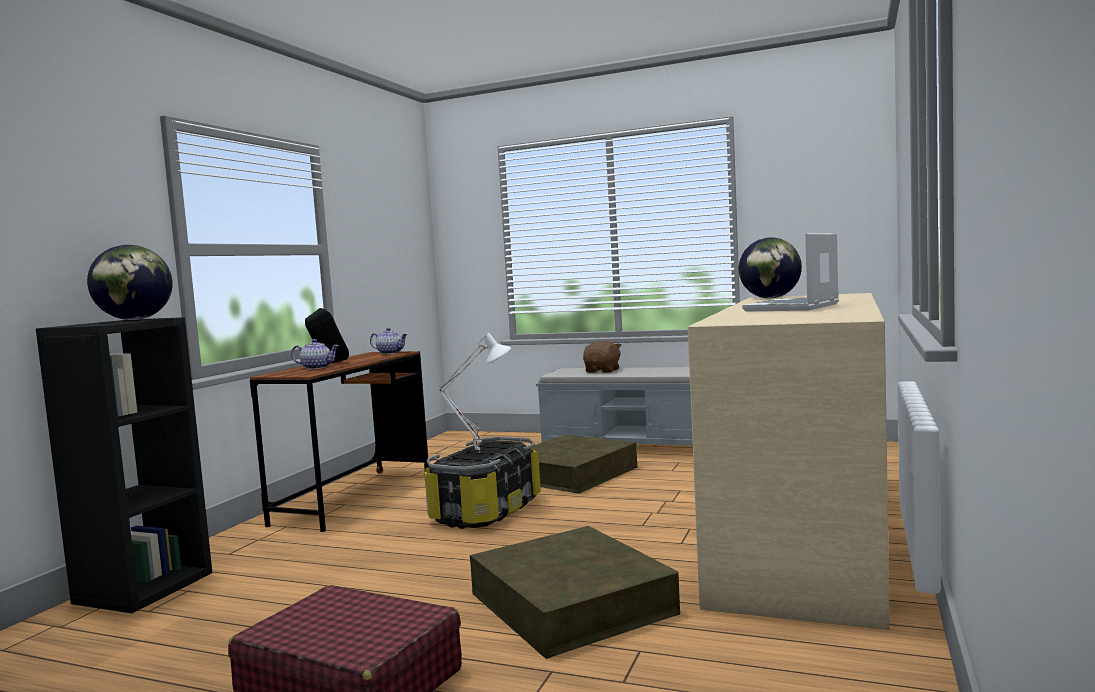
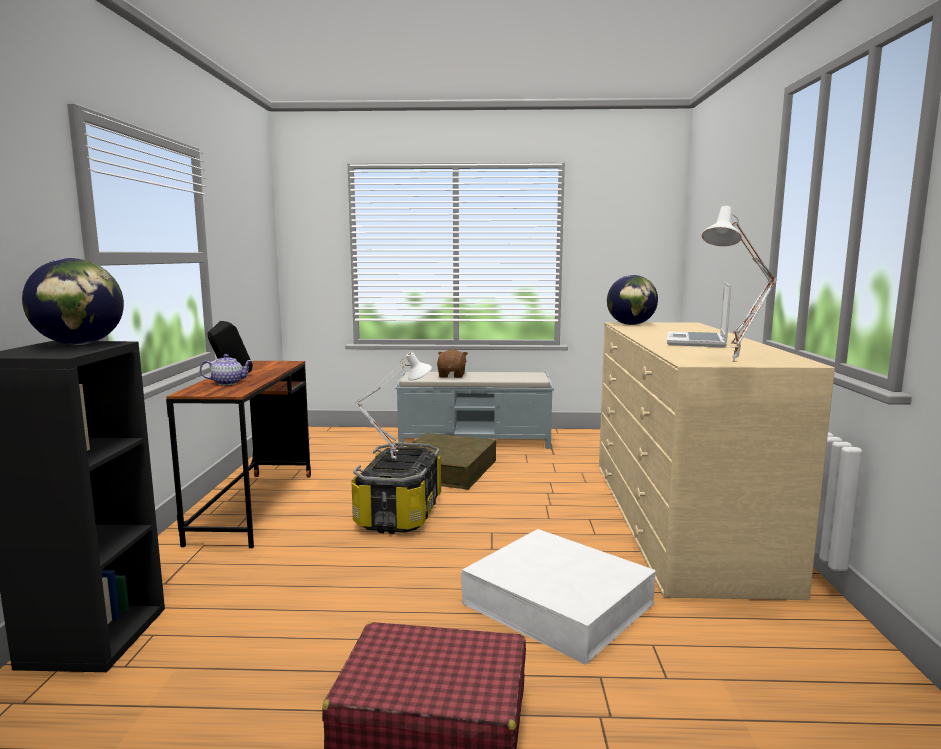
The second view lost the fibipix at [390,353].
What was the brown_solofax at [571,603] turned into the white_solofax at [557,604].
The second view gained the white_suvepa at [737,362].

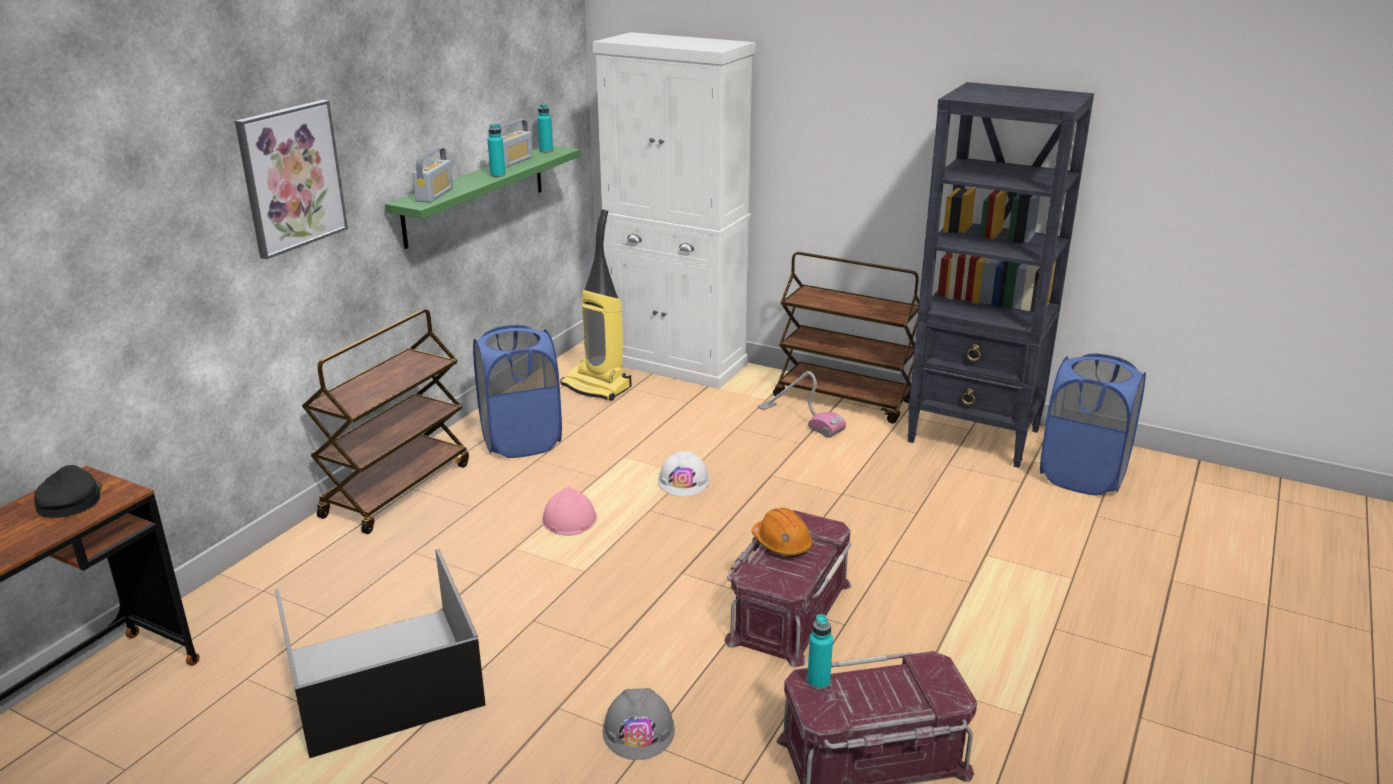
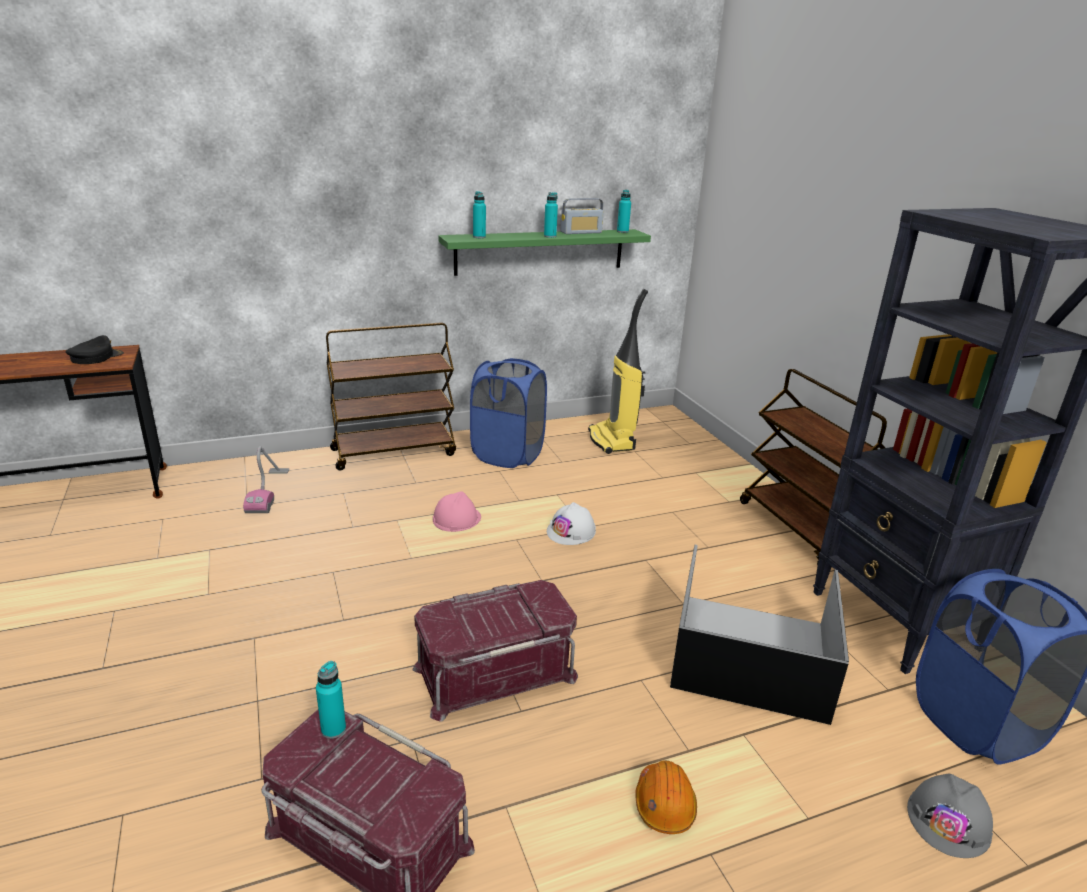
The second view lost the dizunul at [291,177].
The black_solofax ended up elsewhere, having gone from [386,677] to [753,655].
Where the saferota stood at [434,195], the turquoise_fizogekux came to stand at [479,237].
The second view lost the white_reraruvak at [677,363].
The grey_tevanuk ended up elsewhere, having gone from [639,730] to [948,821].
The orange_tevanuk ended up elsewhere, having gone from [781,543] to [664,804].
The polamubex ended up elsewhere, having gone from [800,420] to [268,491].

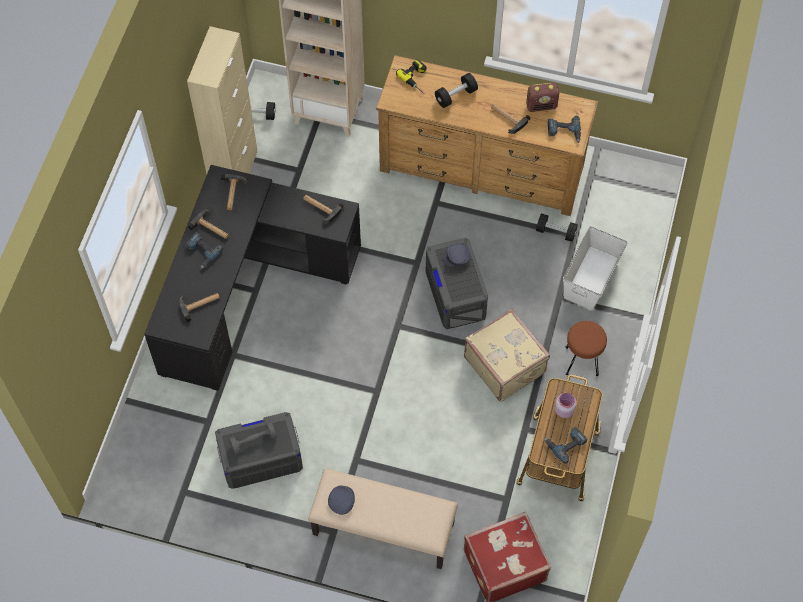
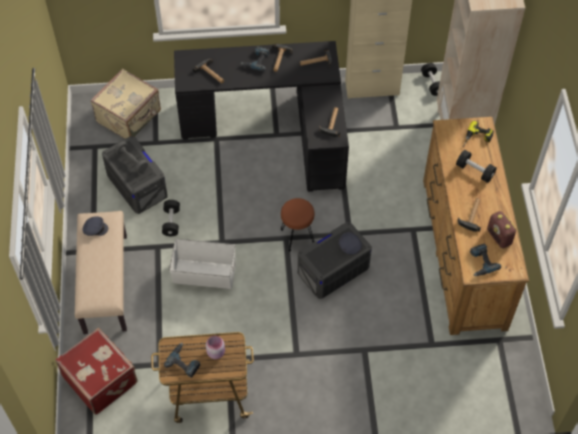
The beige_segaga ended up elsewhere, having gone from [505,364] to [130,117].
The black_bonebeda ended up elsewhere, having gone from [555,232] to [171,222].
The white_solofax ended up elsewhere, having gone from [591,277] to [204,274].
The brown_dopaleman ended up elsewhere, having gone from [581,361] to [297,236].

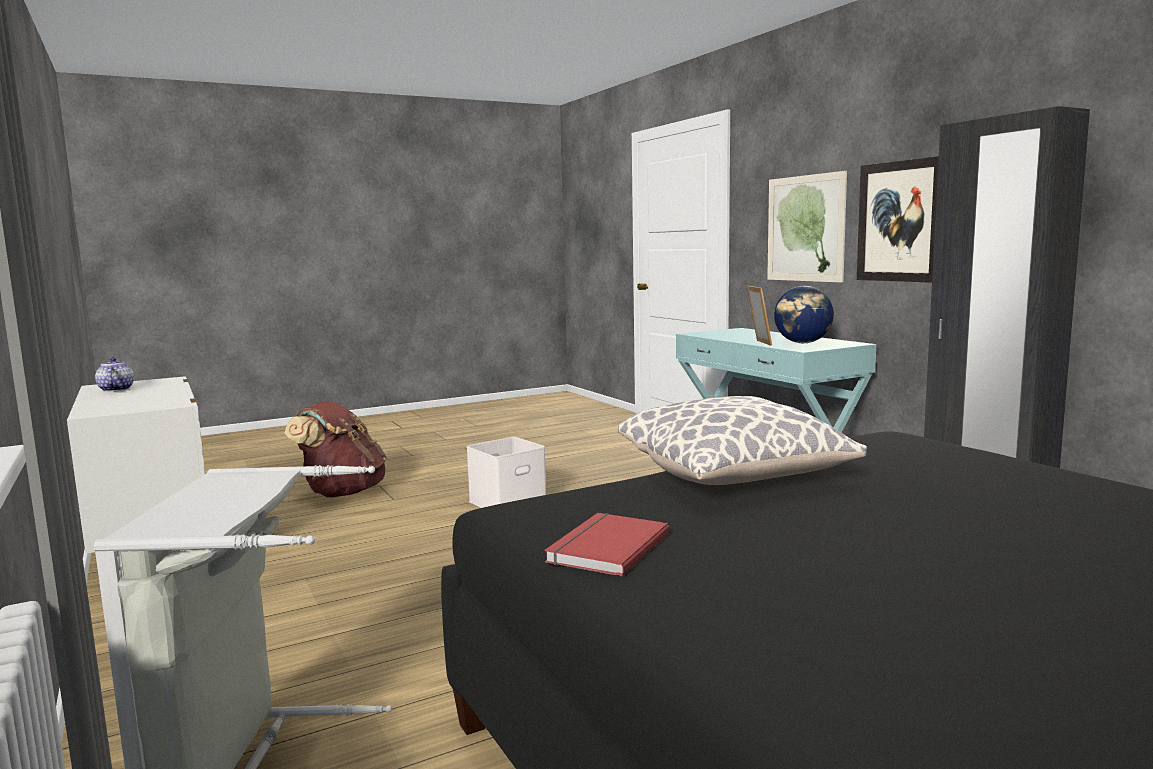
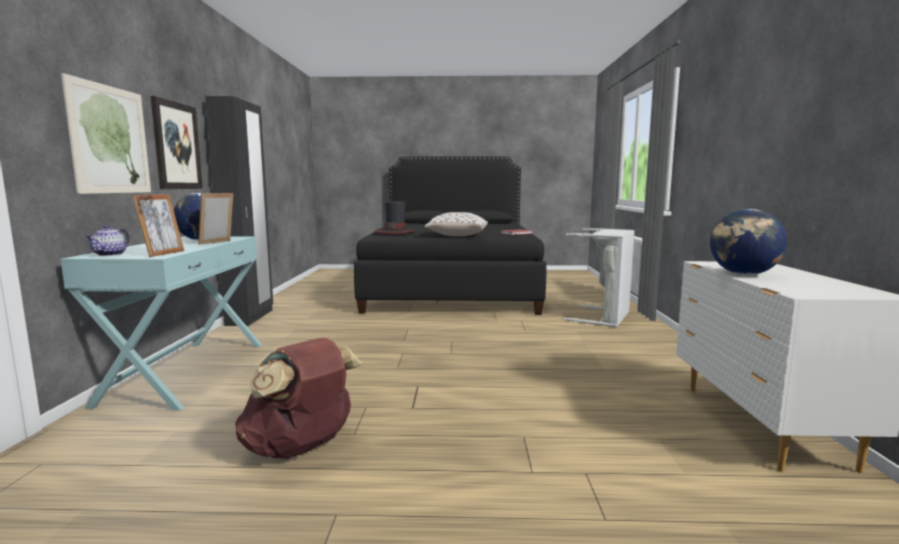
The fibipix ended up elsewhere, having gone from [116,389] to [110,254].
The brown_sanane ended up elsewhere, having gone from [342,493] to [301,448].
The second view lost the white_solofax at [508,501].
The second view gained the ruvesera at [162,254].
The second view gained the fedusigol at [395,232].
The second view gained the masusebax at [743,274].

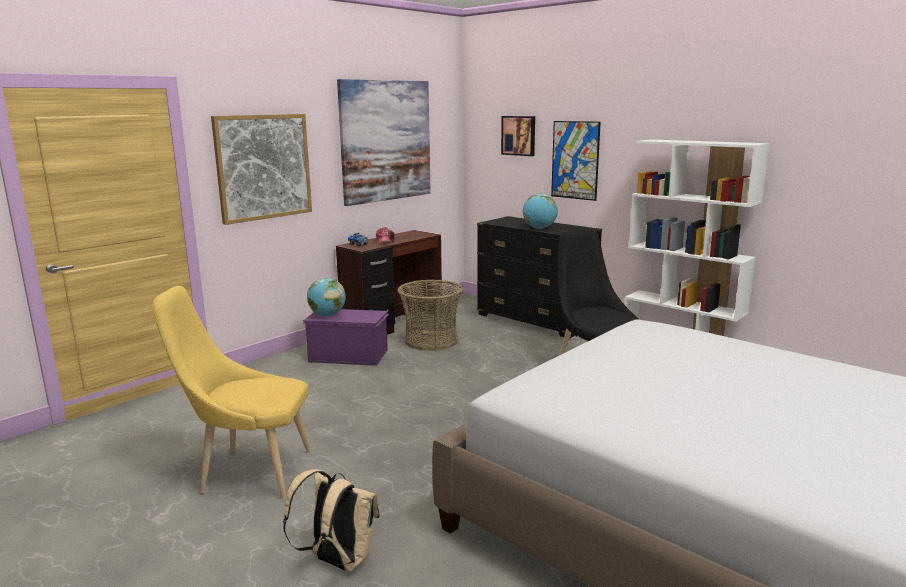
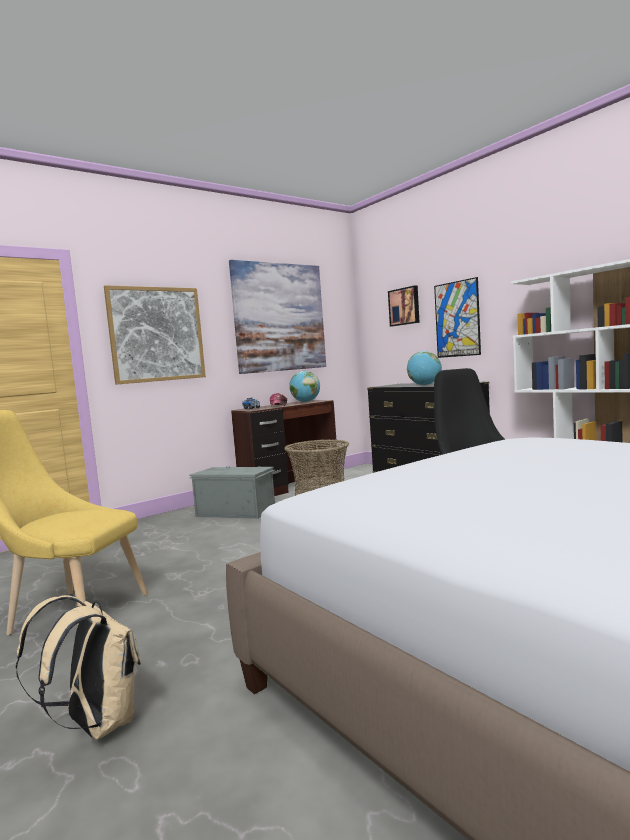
What was the purple_solofax at [348,355] turned into the grey_solofax at [236,511].
The masusebax ended up elsewhere, having gone from [327,315] to [305,402].

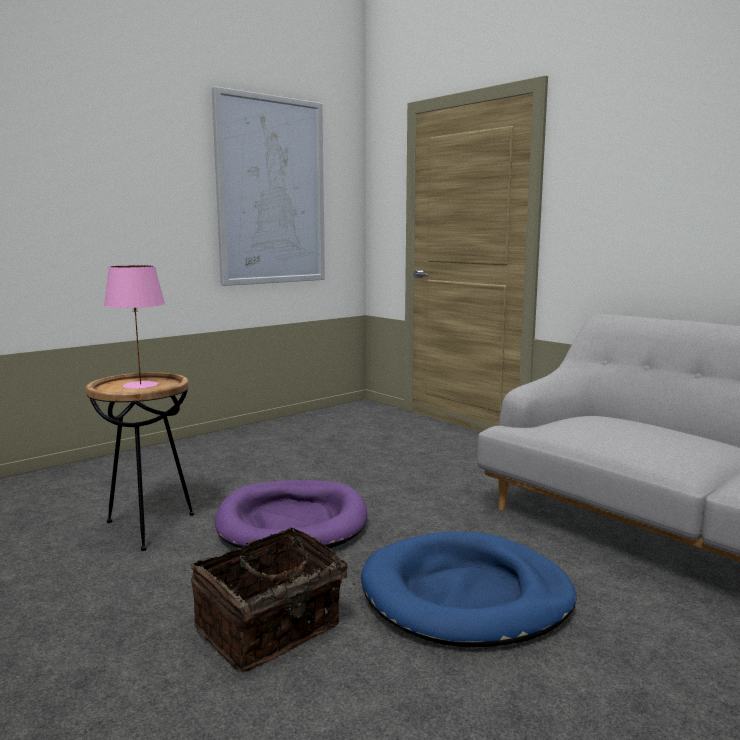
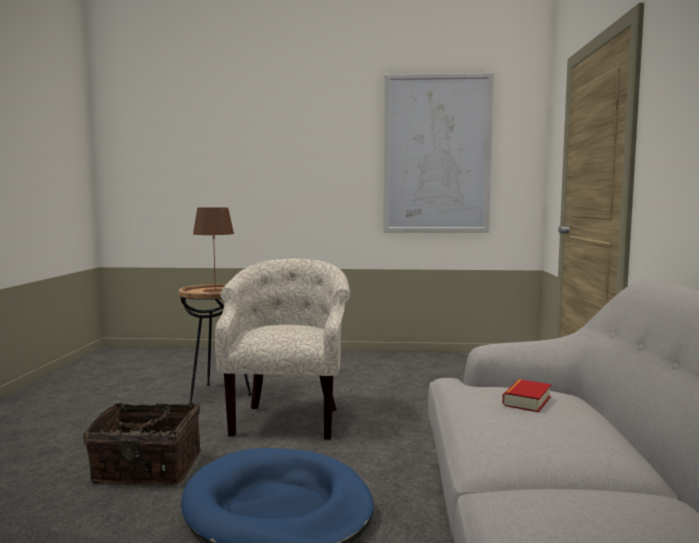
What was the pink_suvepa at [141,385] turned into the brown_suvepa at [215,290].
Where the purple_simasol stood at [292,522], the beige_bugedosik came to stand at [288,419].
The second view gained the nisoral at [526,401].

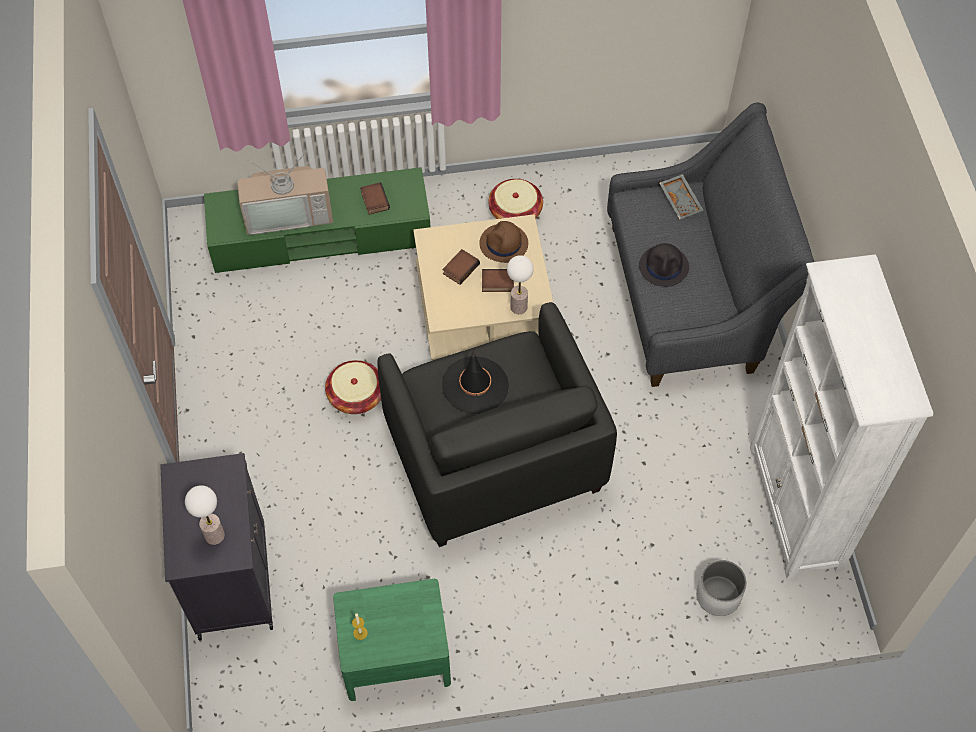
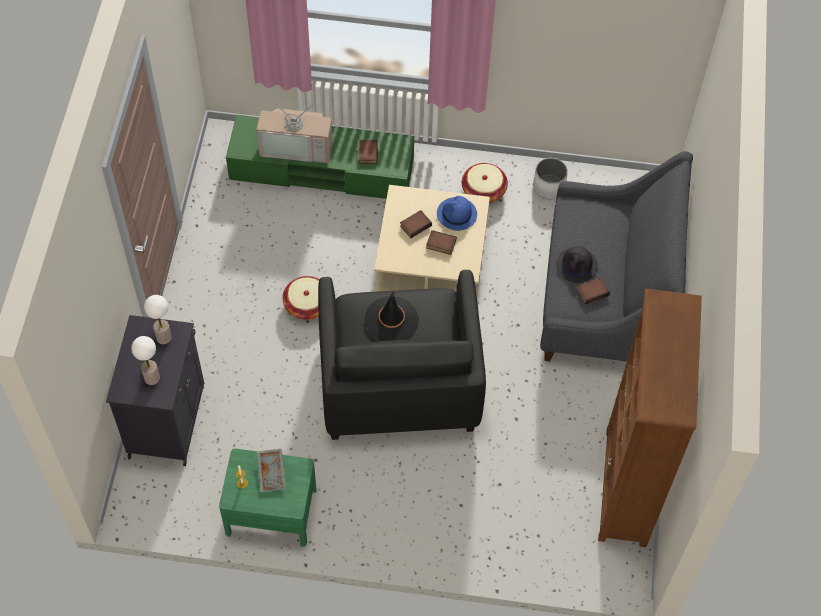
What was the brown_fedusigol at [504,244] turned into the blue_fedusigol at [456,214].
The suvepa ended up elsewhere, having gone from [519,307] to [164,338].
The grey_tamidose ended up elsewhere, having gone from [681,200] to [272,473].
The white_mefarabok ended up elsewhere, having gone from [718,595] to [549,187].
What was the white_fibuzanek at [795,508] turned into the brown_fibuzanek at [625,488].
The second view gained the nisoral at [592,291].

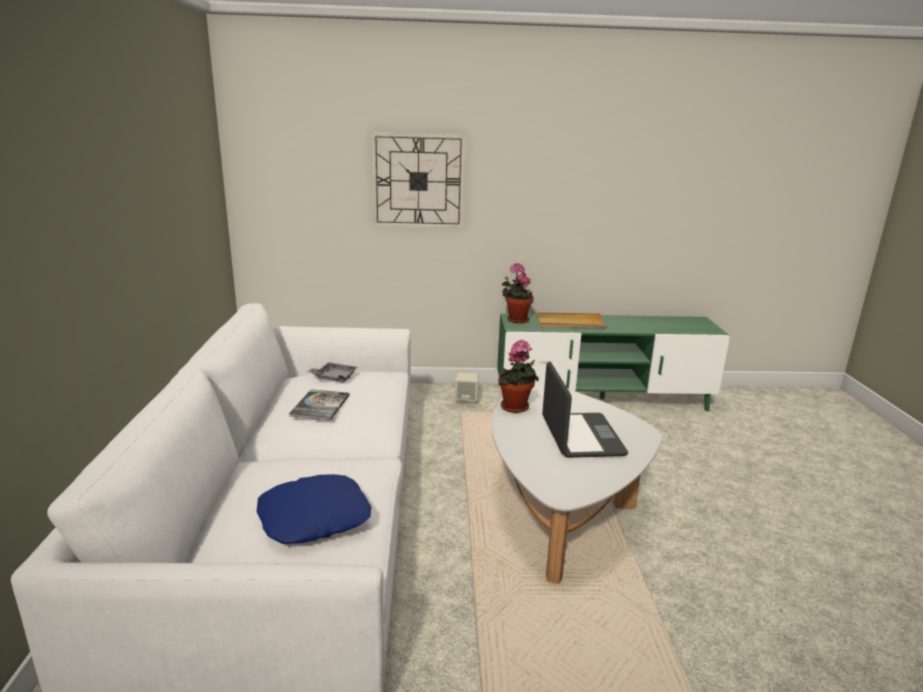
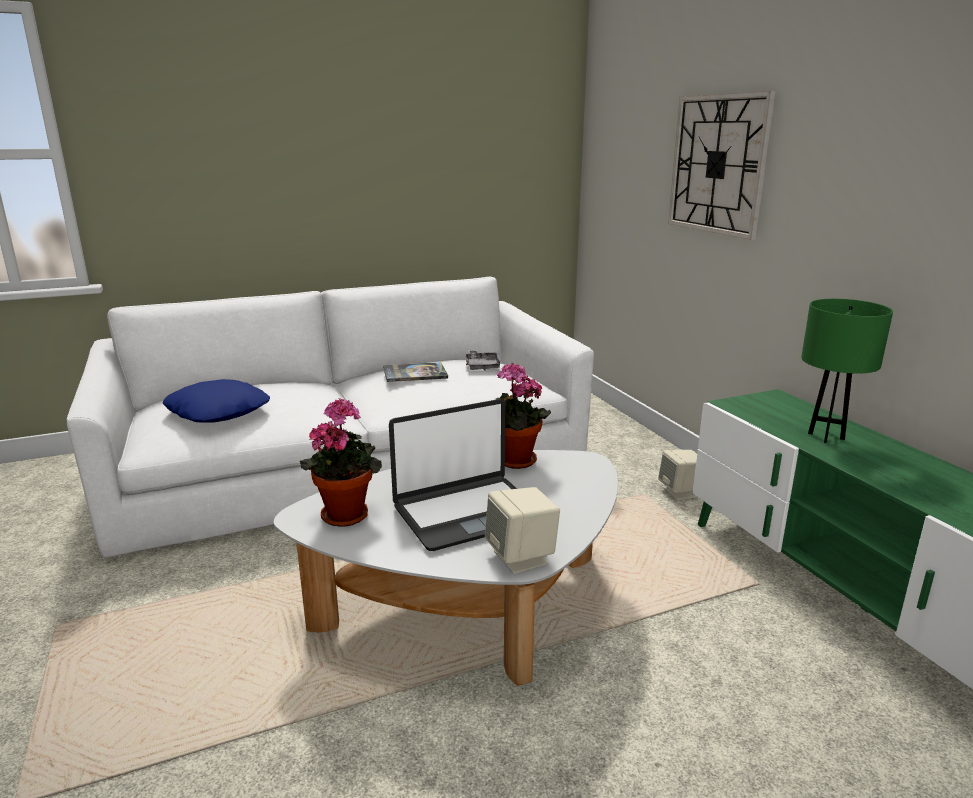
The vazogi ended up elsewhere, having gone from [516,319] to [346,513].
Where the beige_tamidose stood at [570,324], the green_suvepa came to stand at [825,436].
The second view gained the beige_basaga at [521,557].

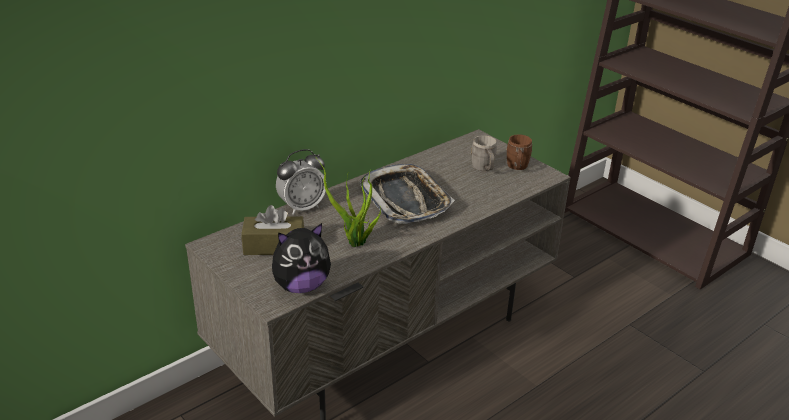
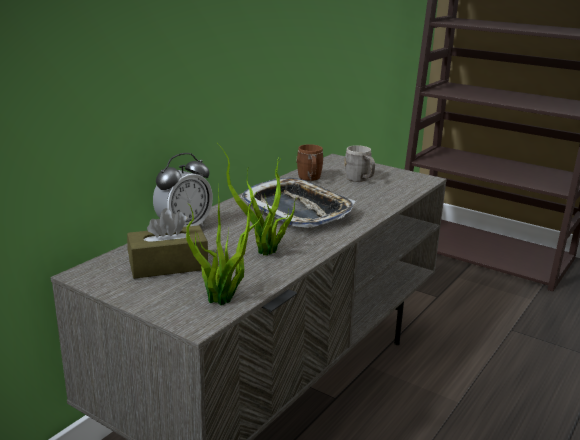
Where the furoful stood at [301,286], the vazogi came to stand at [223,300].
The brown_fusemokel ended up elsewhere, having gone from [517,168] to [310,179].

